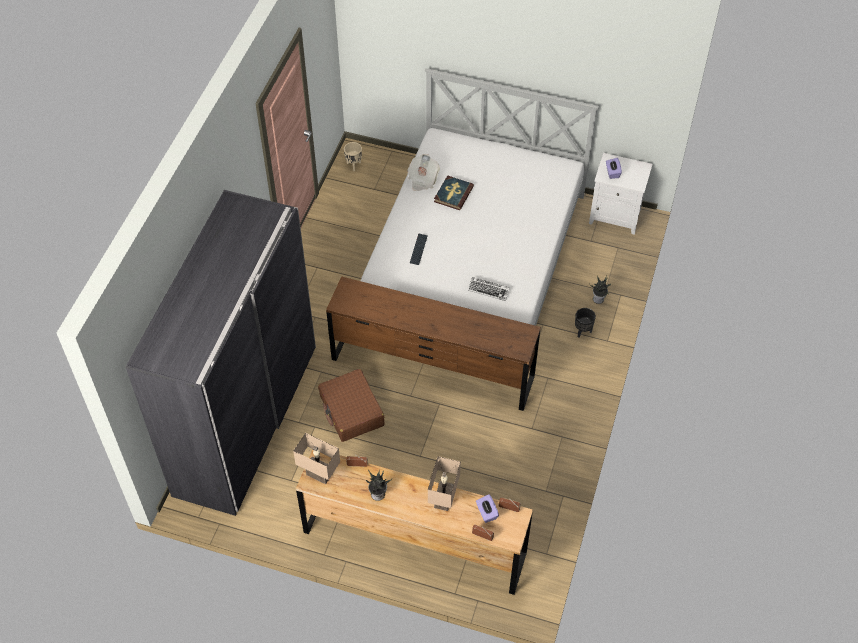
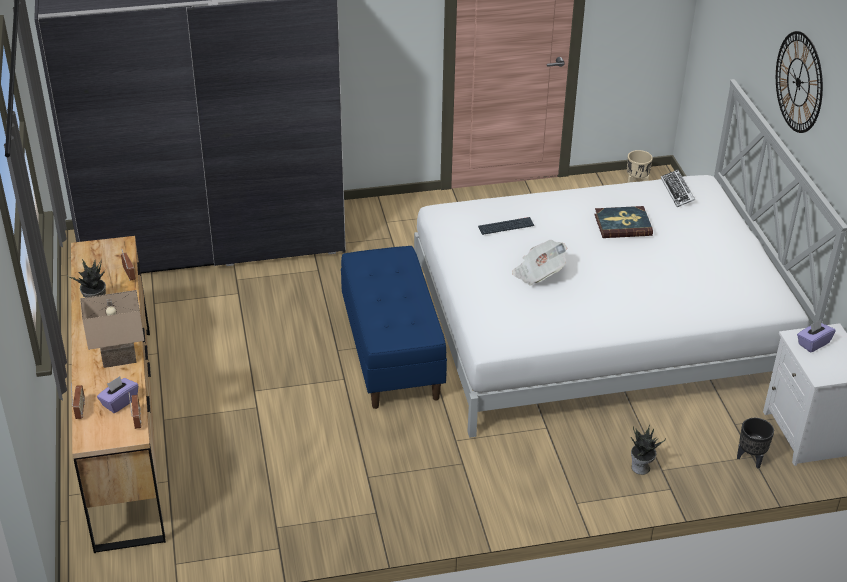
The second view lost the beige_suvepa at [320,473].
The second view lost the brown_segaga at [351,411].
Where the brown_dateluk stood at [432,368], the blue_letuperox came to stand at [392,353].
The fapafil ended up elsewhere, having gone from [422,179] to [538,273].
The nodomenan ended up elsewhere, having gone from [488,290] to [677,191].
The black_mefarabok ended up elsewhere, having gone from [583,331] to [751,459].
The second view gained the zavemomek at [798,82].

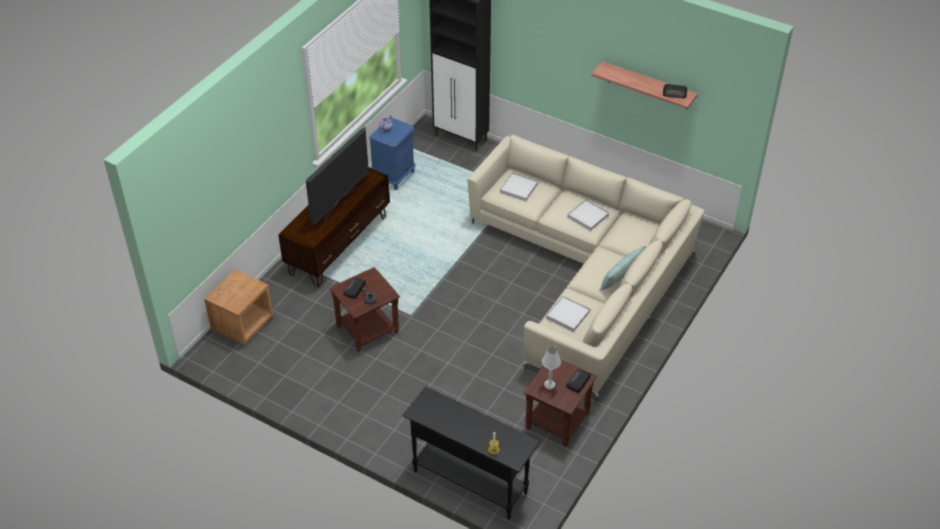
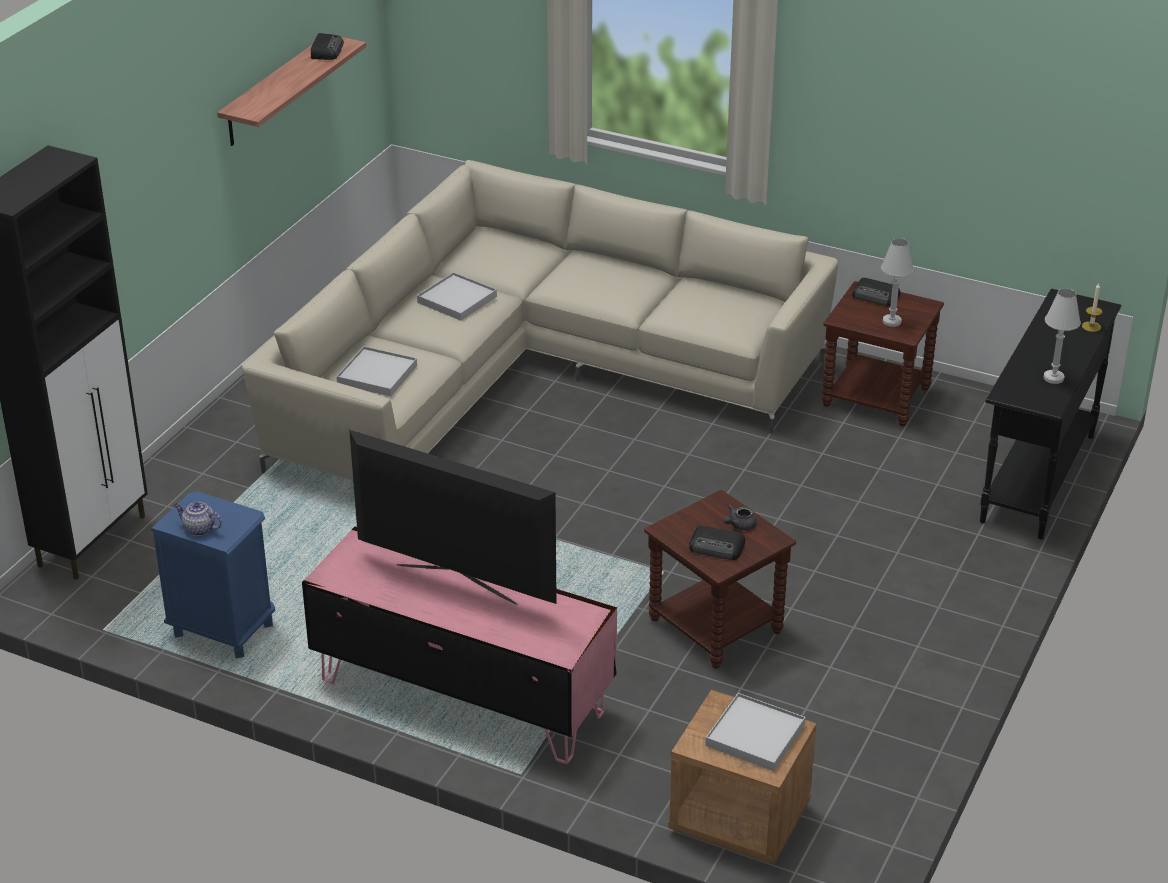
What was the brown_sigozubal at [339,244] turned into the pink_sigozubal at [462,694].
The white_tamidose ended up elsewhere, having gone from [567,315] to [755,735].
The second view lost the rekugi at [621,277].
The second view gained the white_suvepa at [1053,378].

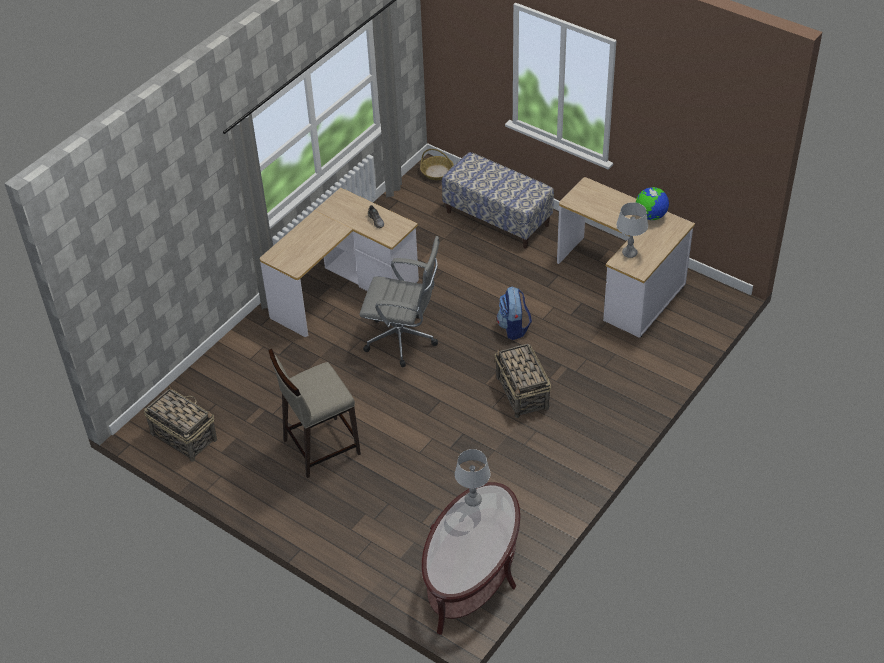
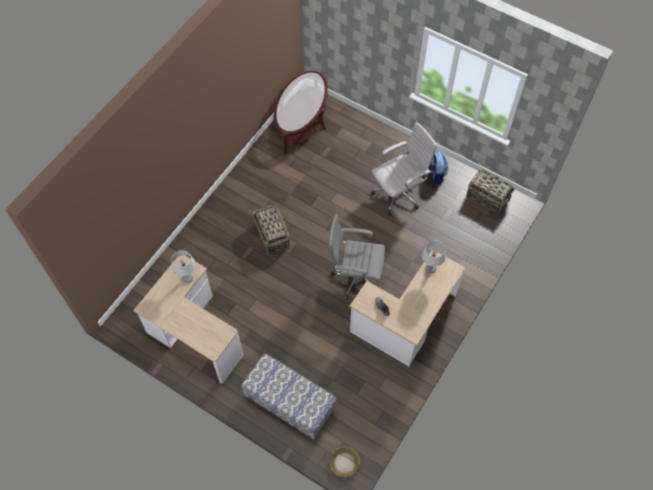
Where the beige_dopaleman stood at [320,447], the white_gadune came to stand at [399,193].
The grey_suvepa ended up elsewhere, having gone from [472,500] to [430,269].
The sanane ended up elsewhere, having gone from [514,328] to [435,175].
The second view lost the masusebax at [650,216].

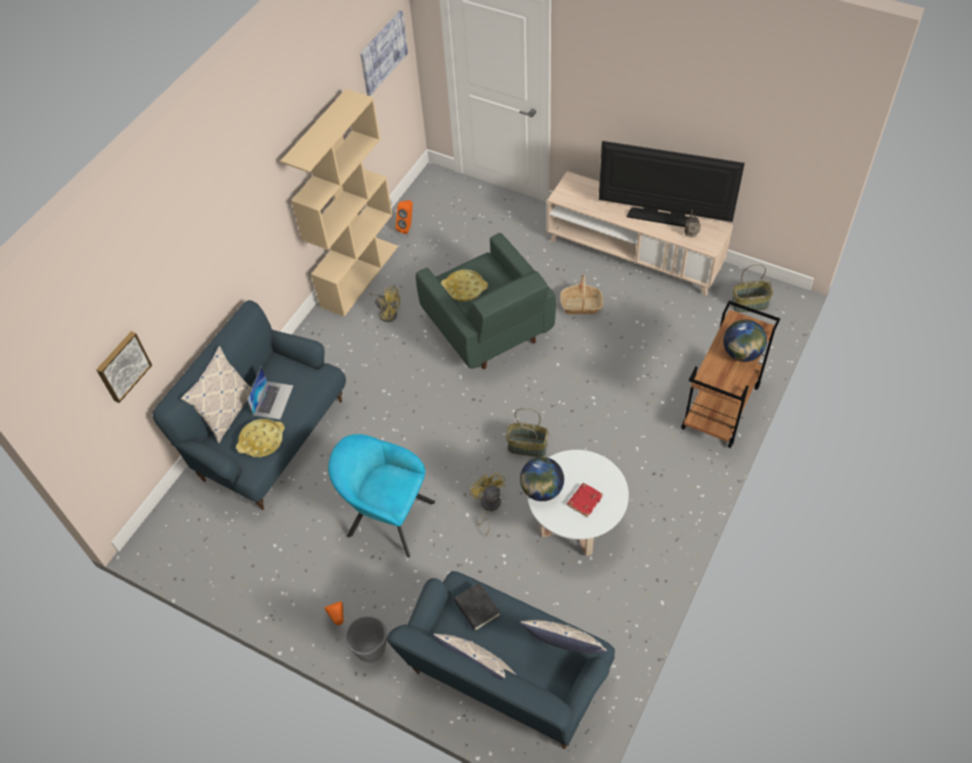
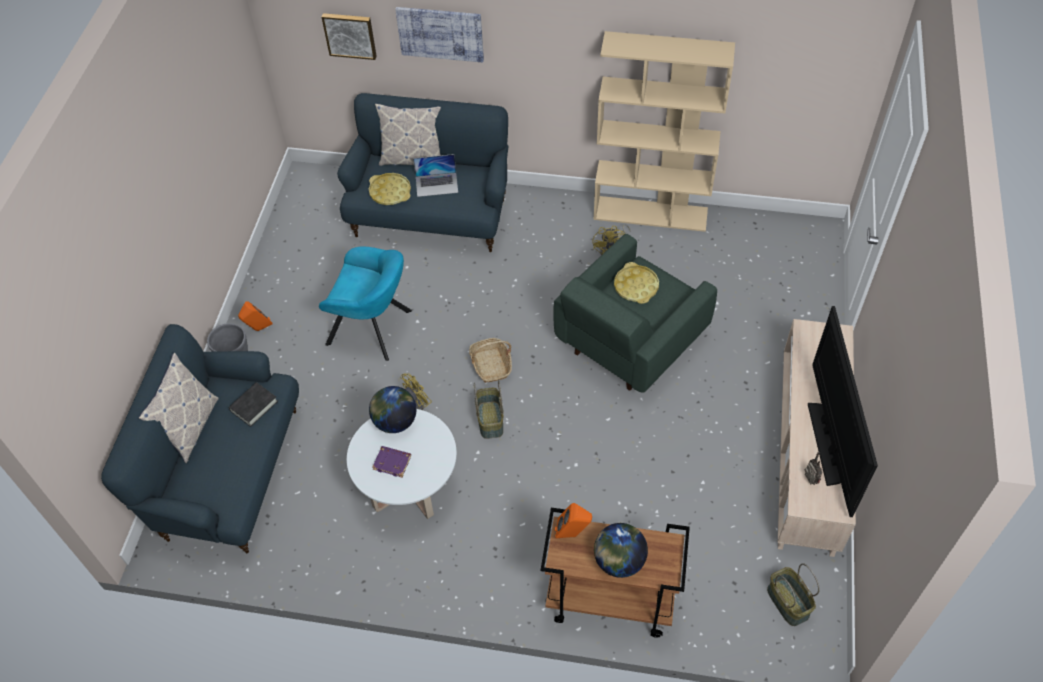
The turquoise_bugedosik at [386,517] ended up facing another way, 105 degrees clockwise from before.
The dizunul ended up elsewhere, having gone from [383,52] to [440,33].
The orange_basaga ended up elsewhere, having gone from [407,227] to [572,534].
The second view lost the rekugi at [563,651].
The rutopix ended up elsewhere, having gone from [581,305] to [491,365].
What was the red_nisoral at [584,500] turned into the purple_nisoral at [393,462].

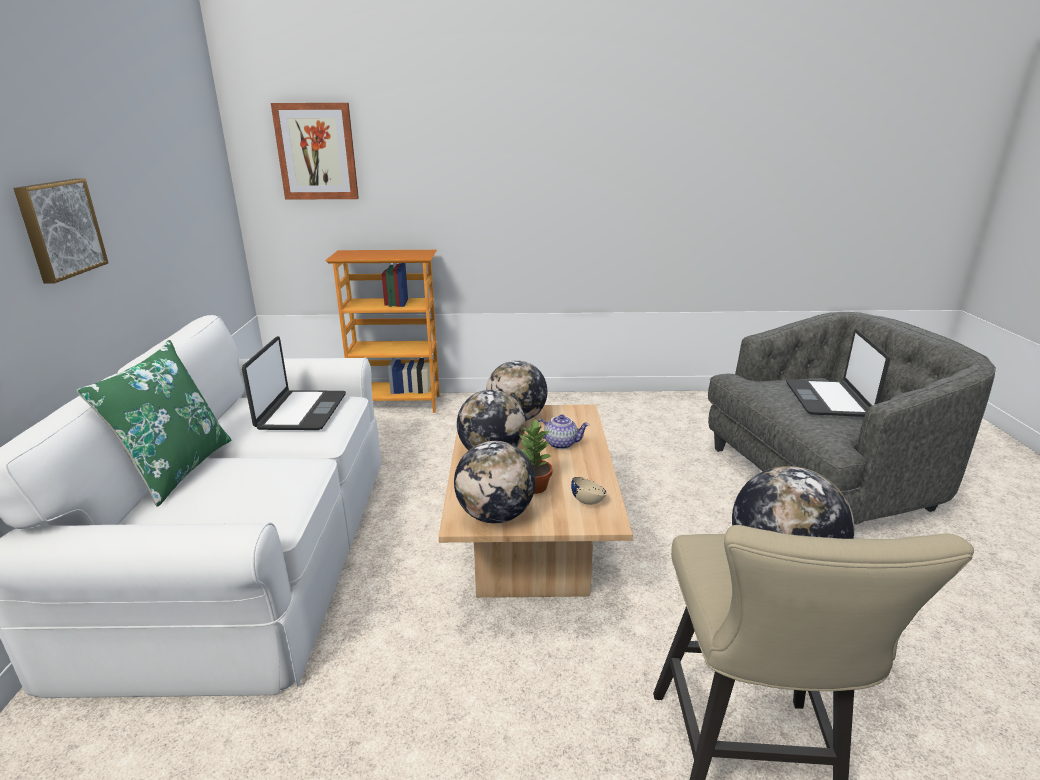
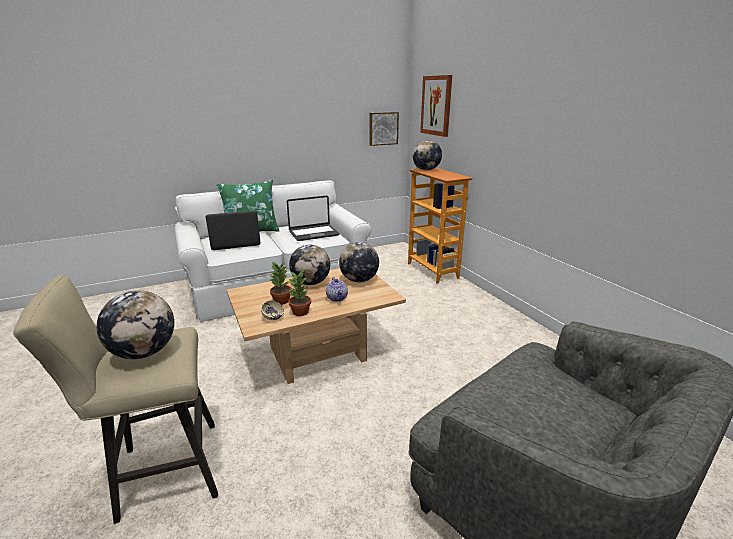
The dizunul ended up elsewhere, having gone from [59,229] to [383,128].
The masusebax ended up elsewhere, having gone from [495,515] to [426,170].
The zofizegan ended up elsewhere, having gone from [829,399] to [235,243].
The second view gained the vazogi at [301,312].

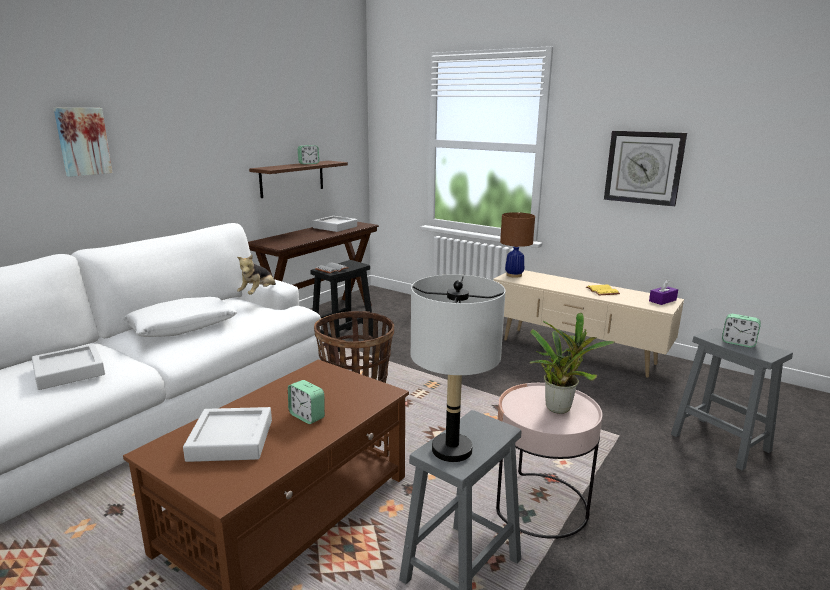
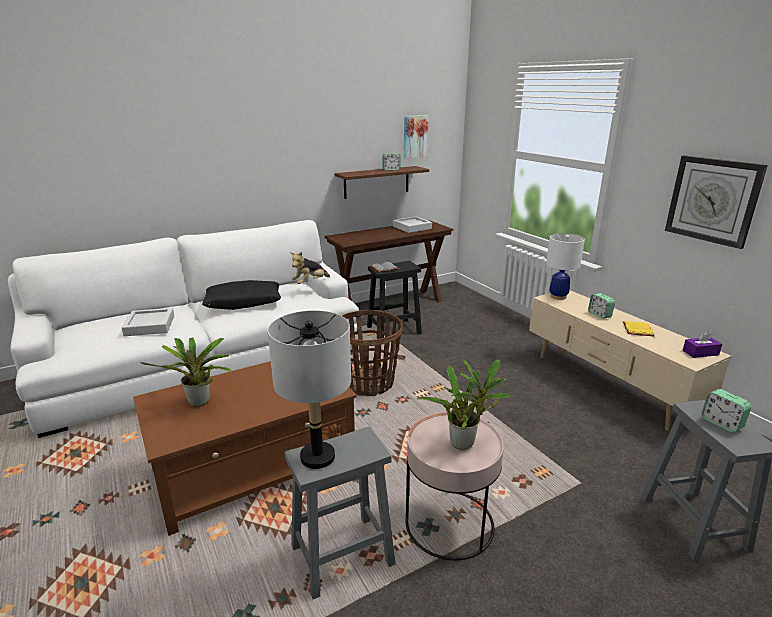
The dizunul ended up elsewhere, having gone from [82,141] to [415,136].
What was the white_rekugi at [182,327] turned into the black_rekugi at [243,302].
Where the grey_tamidose stood at [231,440], the vazogi came to stand at [200,403].
The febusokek ended up elsewhere, having gone from [307,416] to [599,315].
What was the brown_suvepa at [514,275] turned into the white_suvepa at [558,296].

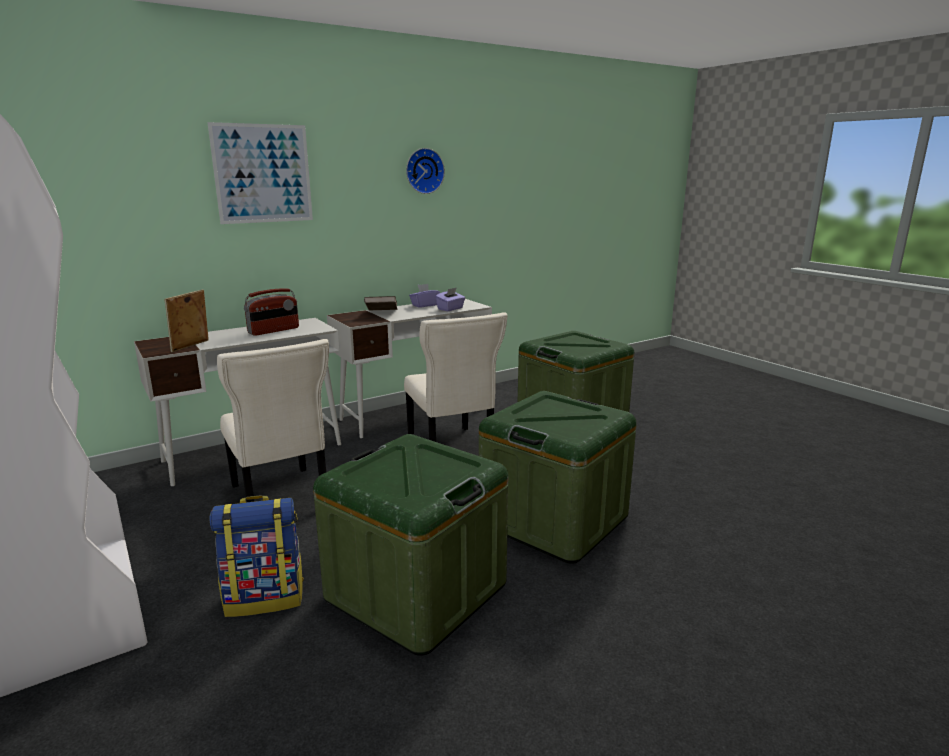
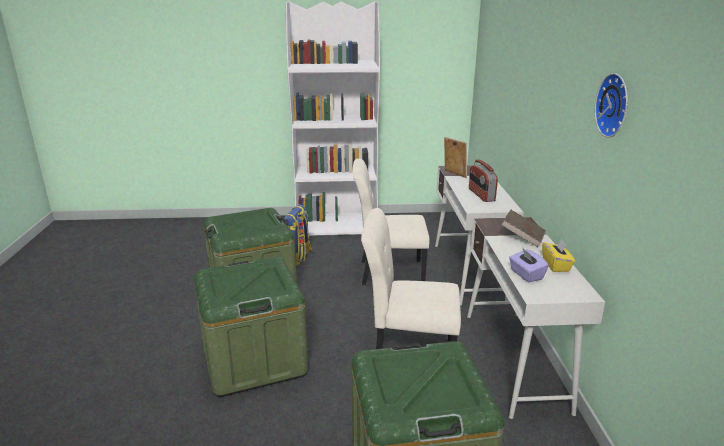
The second view lost the dizunul at [263,174].
What was the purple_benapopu at [424,305] turned into the yellow_benapopu at [556,265].

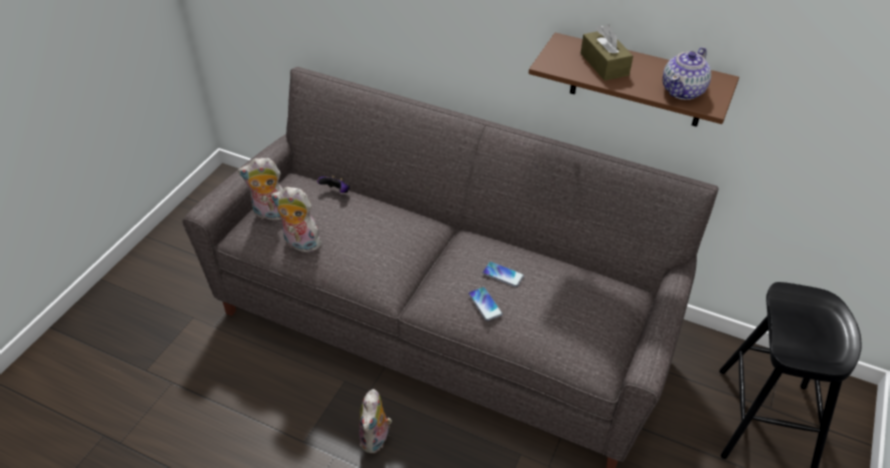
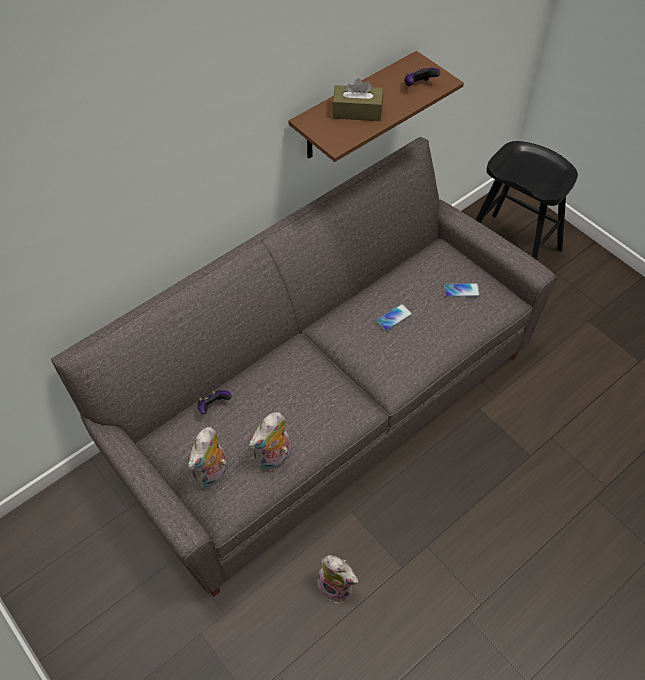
The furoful ended up elsewhere, having gone from [376,439] to [337,586].
The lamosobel ended up elsewhere, having gone from [485,304] to [461,290].
Where the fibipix stood at [683,91], the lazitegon came to stand at [418,85].

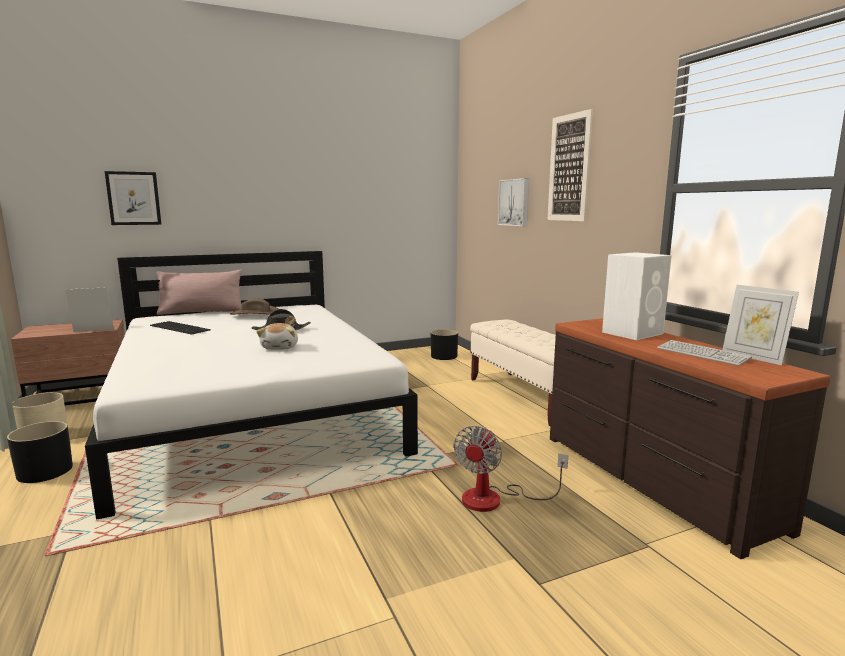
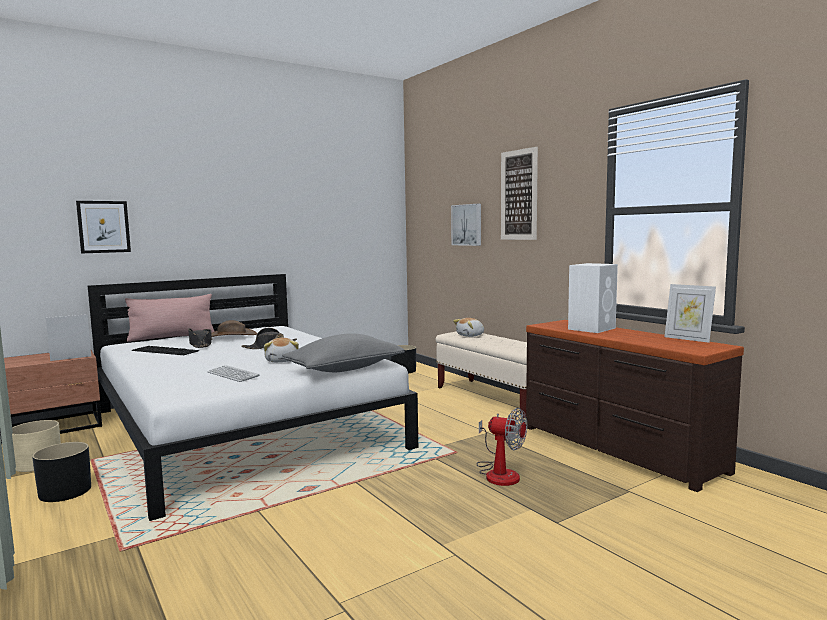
The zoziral at [495,499] ended up facing another way, 75 degrees counterclockwise from before.
The nodomenan ended up elsewhere, having gone from [702,354] to [233,375].
The second view gained the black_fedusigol at [200,344].
The second view gained the grey_rekugi at [344,369].
The second view gained the furoful at [470,335].

